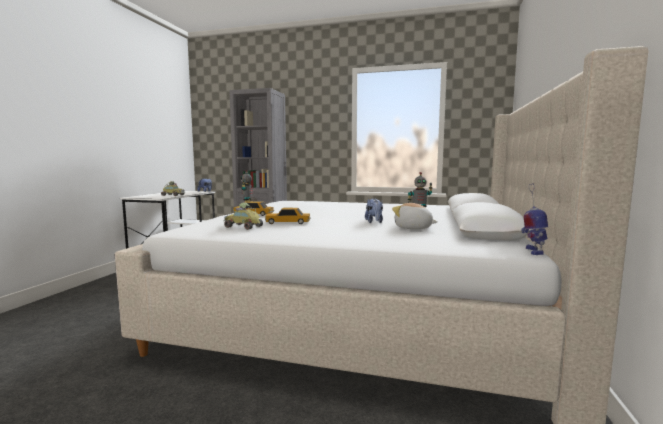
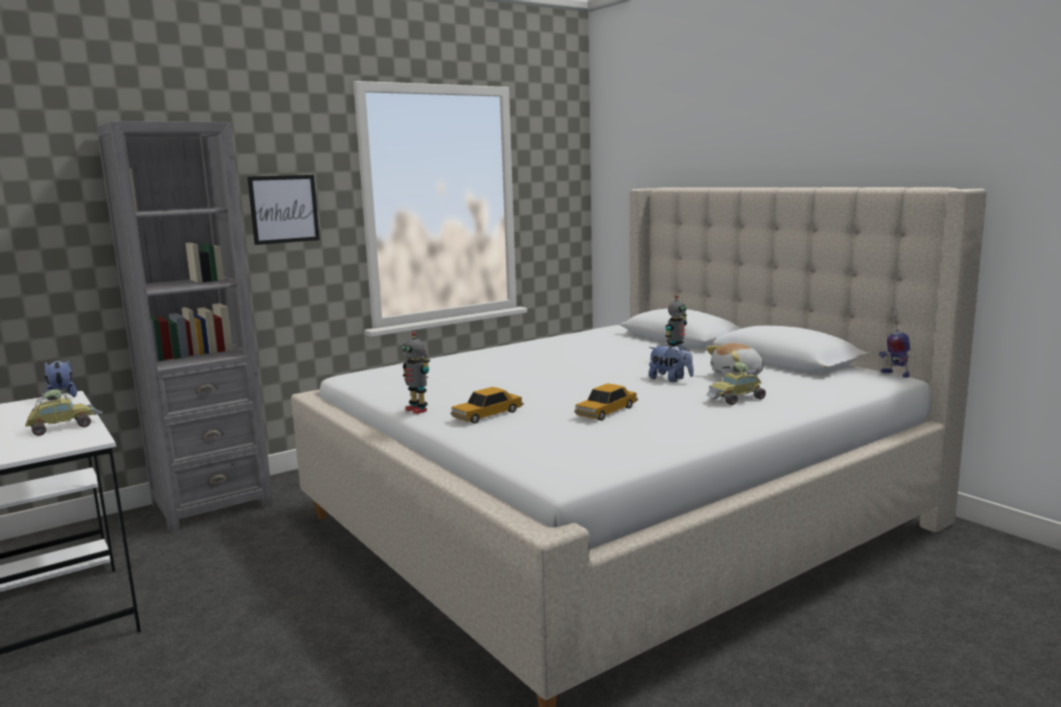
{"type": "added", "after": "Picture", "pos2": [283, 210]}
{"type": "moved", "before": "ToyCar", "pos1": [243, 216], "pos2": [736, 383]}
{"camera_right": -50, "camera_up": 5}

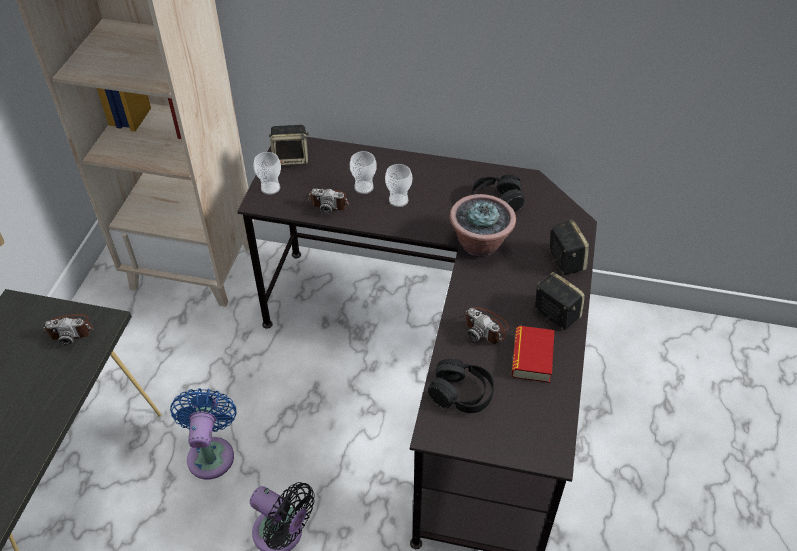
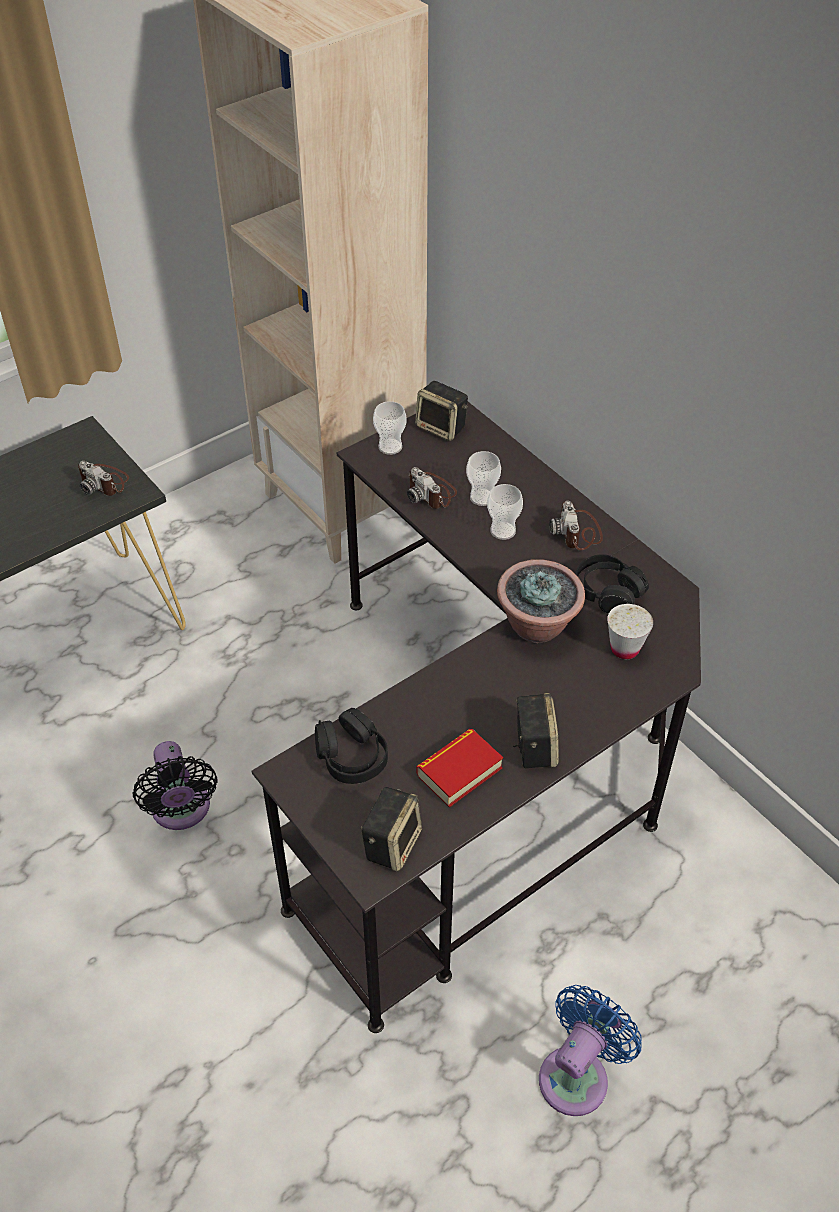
{"type": "added", "after": "WhiteCup", "pos2": [630, 631]}
{"type": "moved", "before": "BlueFan", "pos1": [203, 434], "pos2": [590, 1050]}
{"type": "moved", "before": "PhotoCamera", "pos1": [487, 325], "pos2": [576, 526]}
{"type": "moved", "before": "Speaker", "pos1": [569, 247], "pos2": [391, 829]}
{"camera_right": 40, "camera_up": 0}

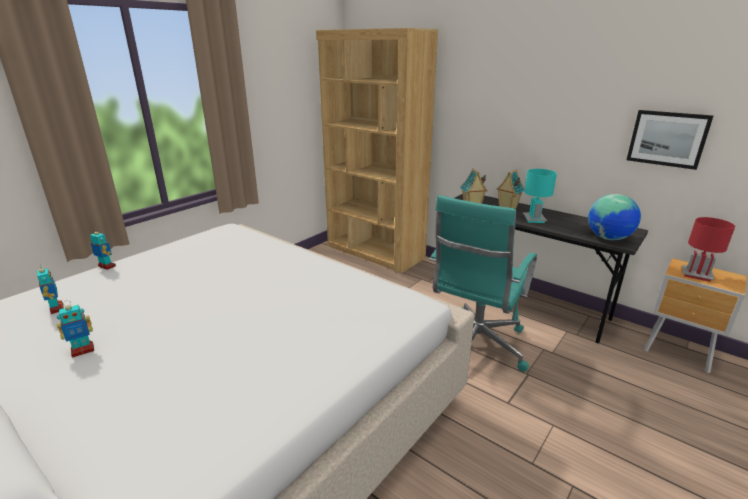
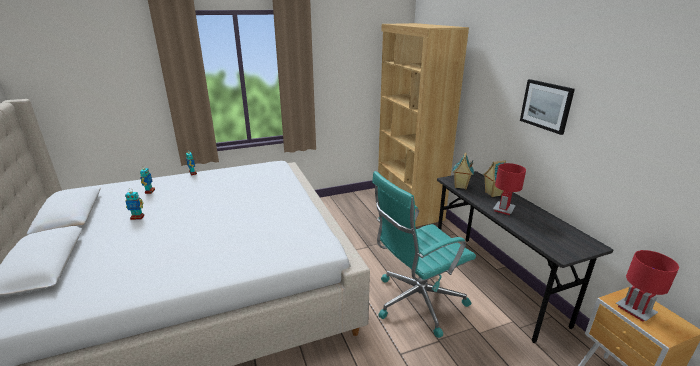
{"type": "removed", "before": "Globe", "pos1": [614, 217]}
{"type": "moved", "before": "Picture", "pos1": [670, 140], "pos2": [547, 107]}
{"type": "recoloured", "before": "TurquoiseTableLamp", "after": "RedTableLamp", "pos1": [540, 196], "pos2": [509, 189]}
{"camera_right": 30, "camera_up": 0}

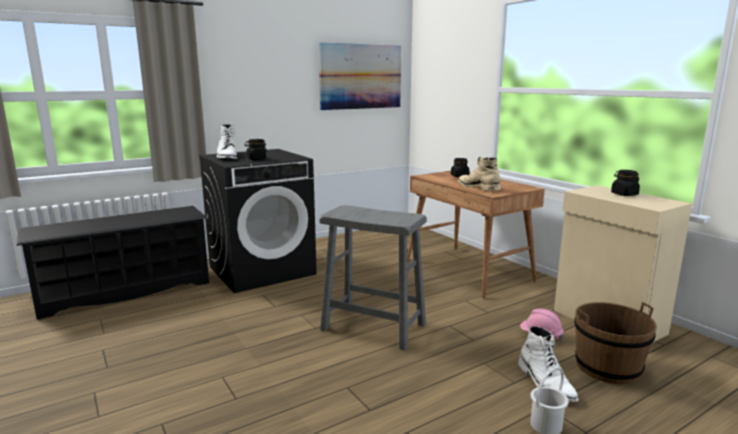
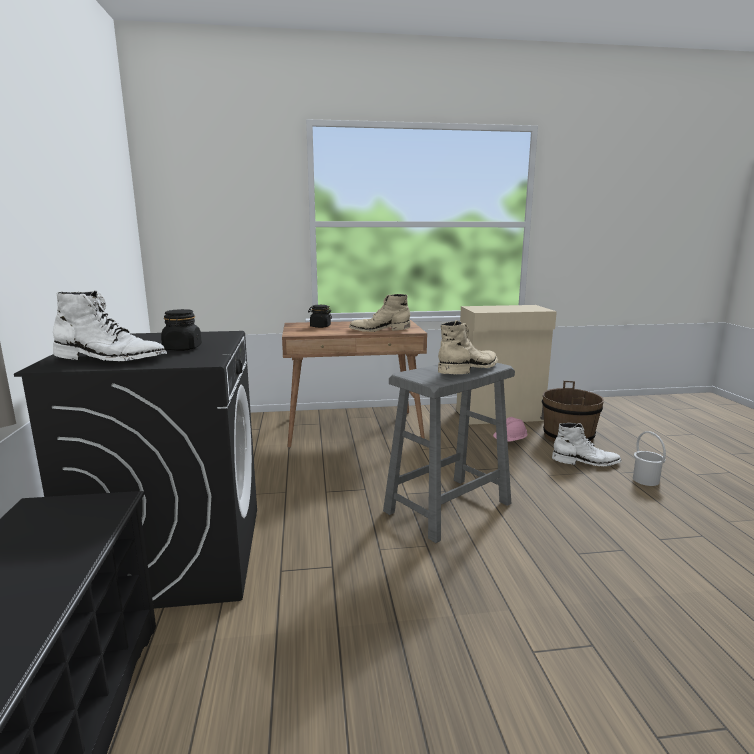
{"type": "removed", "before": "Picture", "pos1": [360, 76]}
{"type": "removed", "before": "BlackJar", "pos1": [625, 183]}
{"type": "added", "after": "BeigeBoot", "pos2": [468, 347]}
{"camera_right": -65, "camera_up": 0}

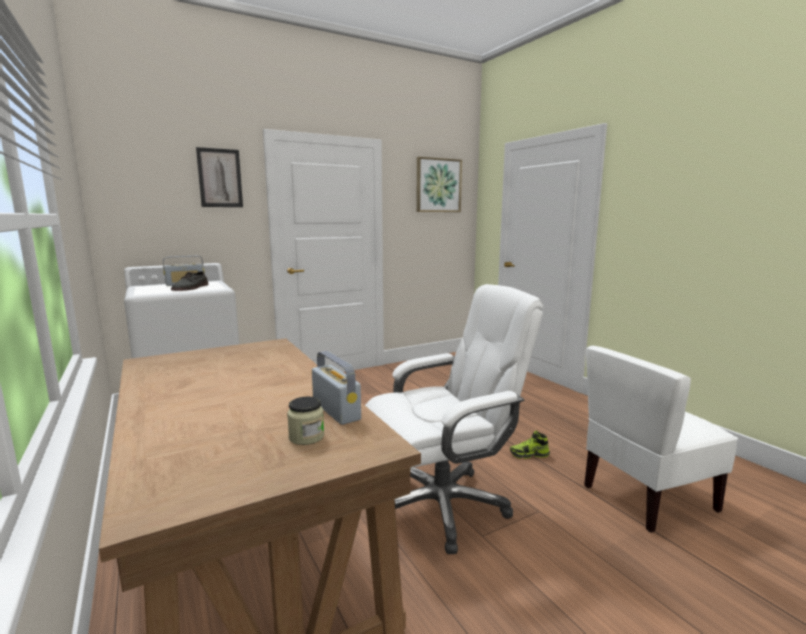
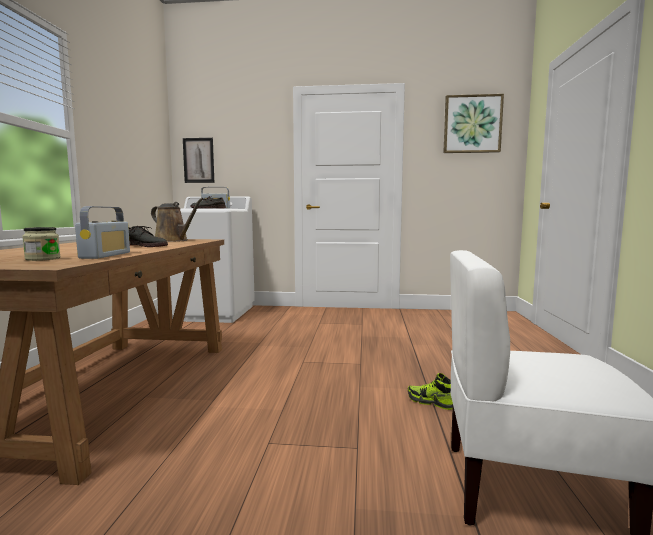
{"type": "removed", "before": "WhiteOfficeChair", "pos1": [454, 419]}
{"type": "added", "after": "GreyShoe", "pos2": [148, 236]}
{"type": "added", "after": "BrownWateringCan", "pos2": [177, 220]}
{"type": "moved", "before": "Picture", "pos1": [219, 177], "pos2": [198, 160]}
{"camera_right": 35, "camera_up": -5}

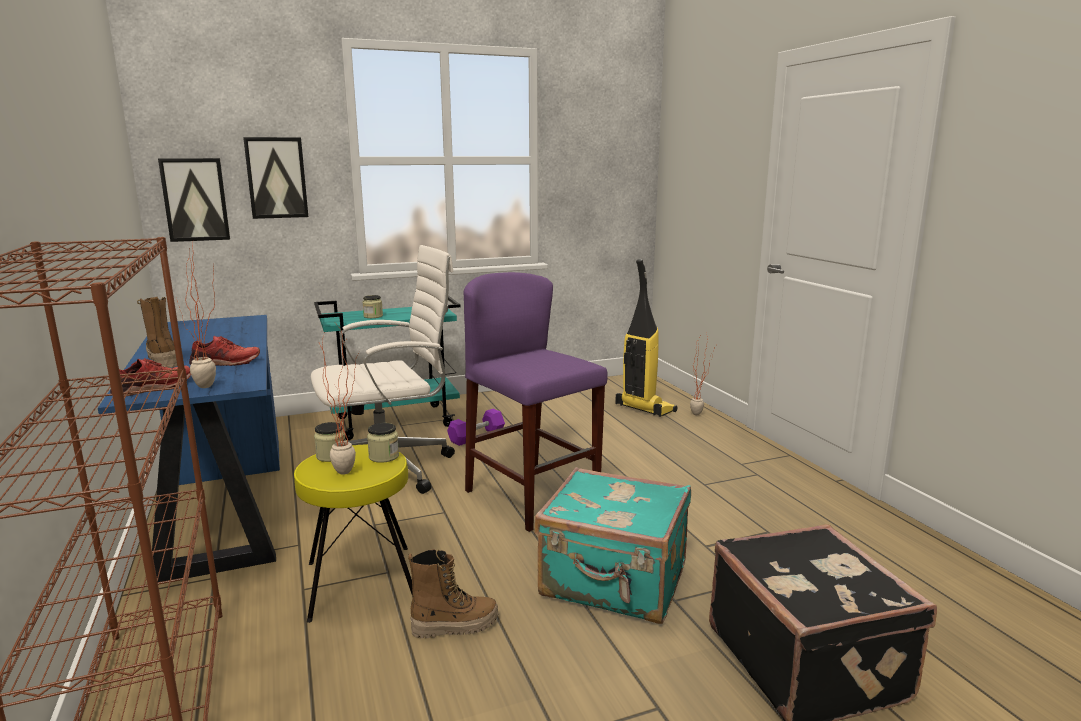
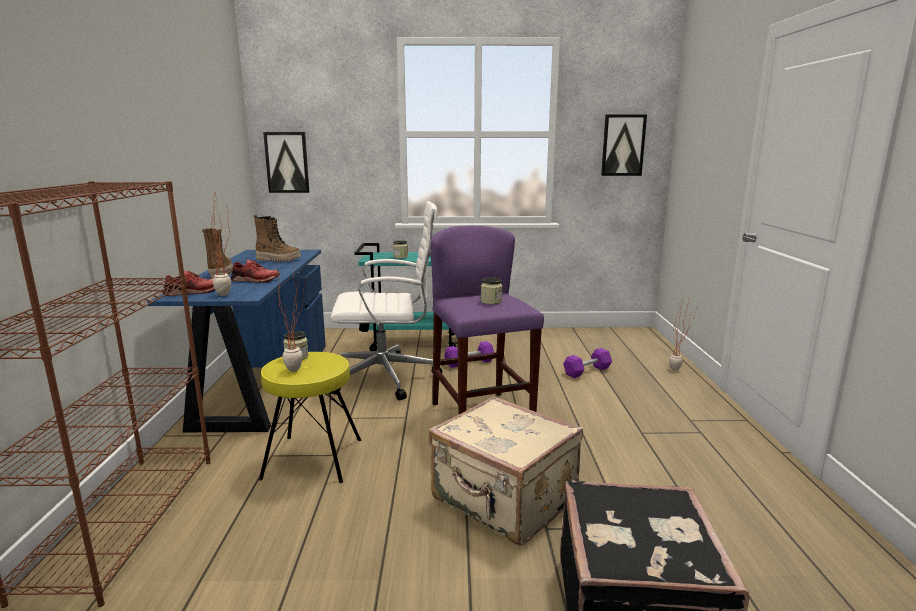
{"type": "removed", "before": "VacuumCleaner", "pos1": [646, 338]}
{"type": "added", "after": "PurpleDumbbell", "pos2": [587, 363]}
{"type": "moved", "before": "Picture", "pos1": [275, 178], "pos2": [624, 145]}
{"type": "moved", "before": "Jar", "pos1": [383, 443], "pos2": [491, 291]}
{"type": "moved", "before": "Boot", "pos1": [453, 593], "pos2": [277, 238]}
{"type": "recoloured", "before": "TurquoiseSuitcase", "after": "BeigeSuitcase", "pos1": [612, 545], "pos2": [505, 471]}
{"camera_right": 20, "camera_up": 0}

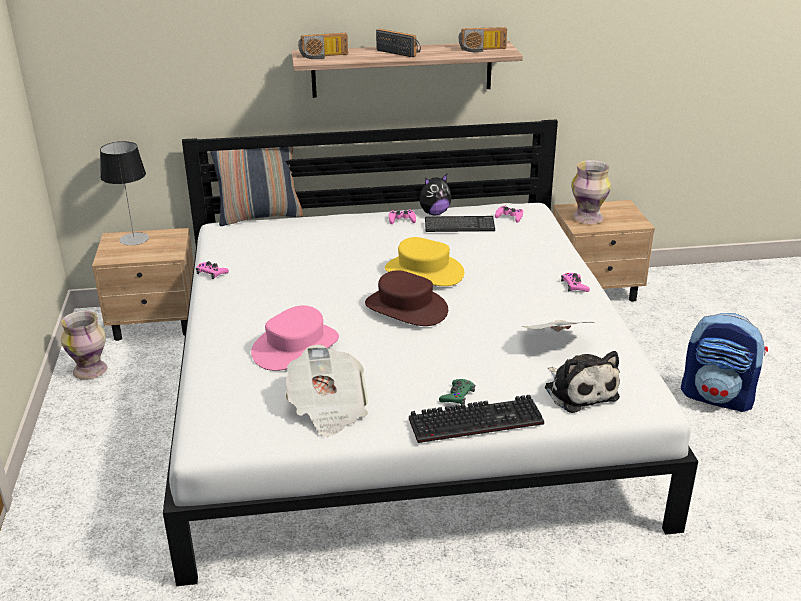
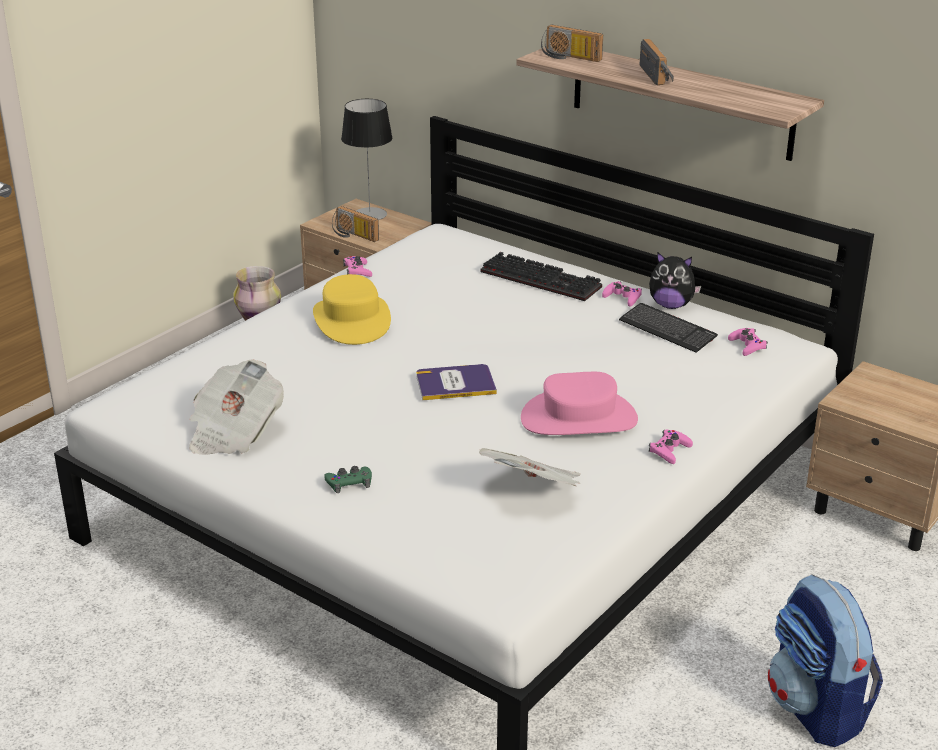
{"type": "removed", "before": "Pillow", "pos1": [256, 186]}
{"type": "removed", "before": "PlushToy", "pos1": [582, 382]}
{"type": "removed", "before": "Vase", "pos1": [591, 192]}
{"type": "moved", "before": "PinkHat", "pos1": [295, 338], "pos2": [579, 403]}
{"type": "moved", "before": "YellowHat", "pos1": [424, 261], "pos2": [352, 309]}
{"type": "moved", "before": "Keyboard", "pos1": [476, 419], "pos2": [541, 276]}
{"type": "moved", "before": "Radio", "pos1": [482, 39], "pos2": [355, 224]}
{"type": "replaced", "before": "BrownHat", "after": "Book", "pos1": [406, 298], "pos2": [456, 382]}
{"camera_right": 45, "camera_up": 0}

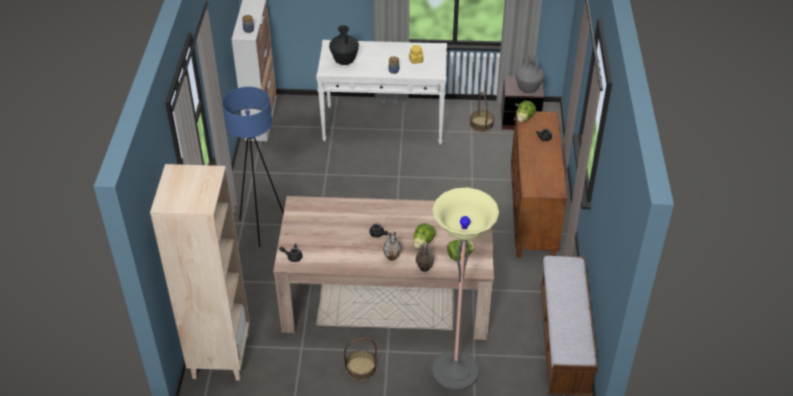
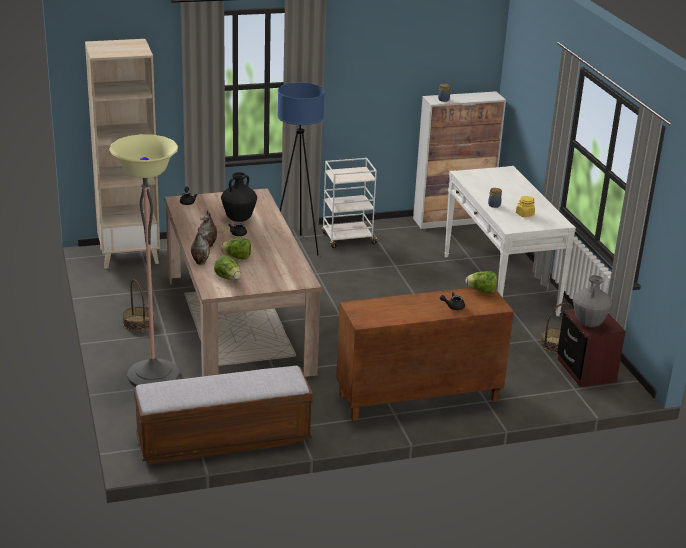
{"type": "added", "after": "WhiteCart", "pos2": [350, 203]}
{"type": "moved", "before": "BlackVase", "pos1": [344, 45], "pos2": [239, 197]}
{"camera_right": 70, "camera_up": -15}

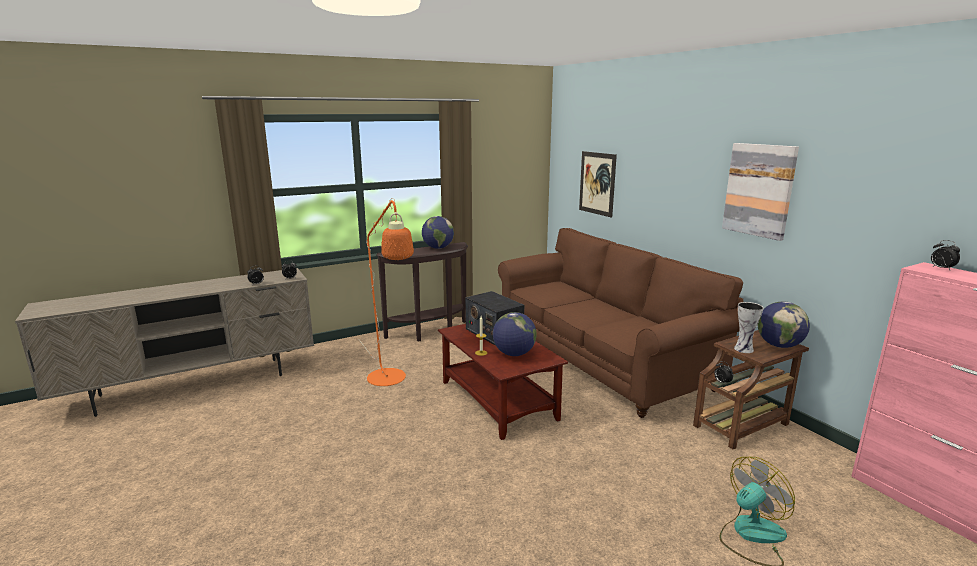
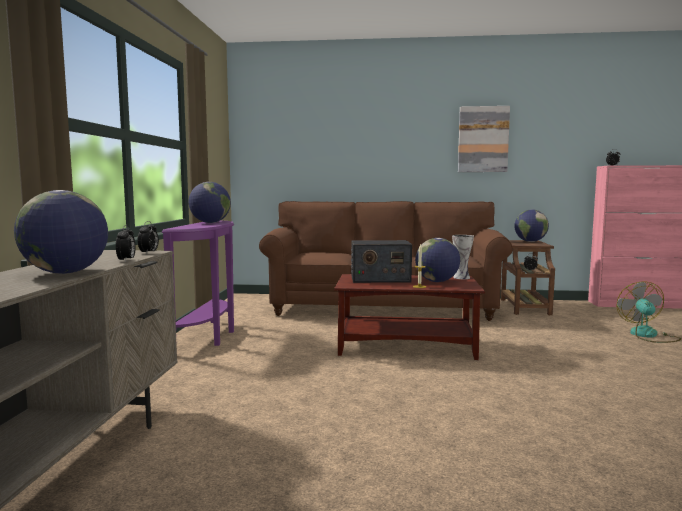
{"type": "removed", "before": "OrangeFloorLamp", "pos1": [386, 292]}
{"type": "removed", "before": "Picture", "pos1": [598, 184]}
{"type": "added", "after": "Globe", "pos2": [61, 232]}
{"type": "moved", "before": "Vase", "pos1": [749, 327], "pos2": [463, 257]}
{"type": "recoloured", "before": "BrownConsoleTable", "after": "PurpleConsoleTable", "pos1": [422, 292], "pos2": [198, 283]}
{"camera_right": -55, "camera_up": -10}

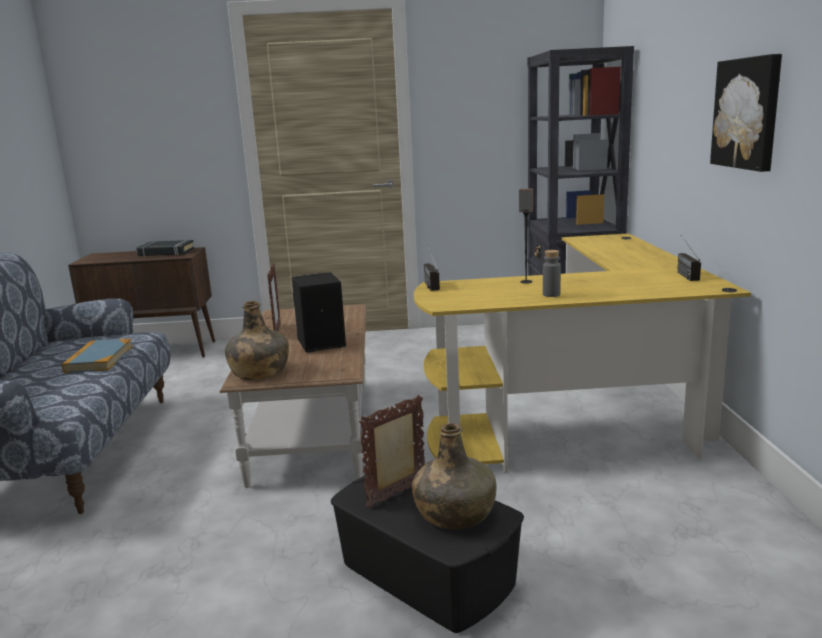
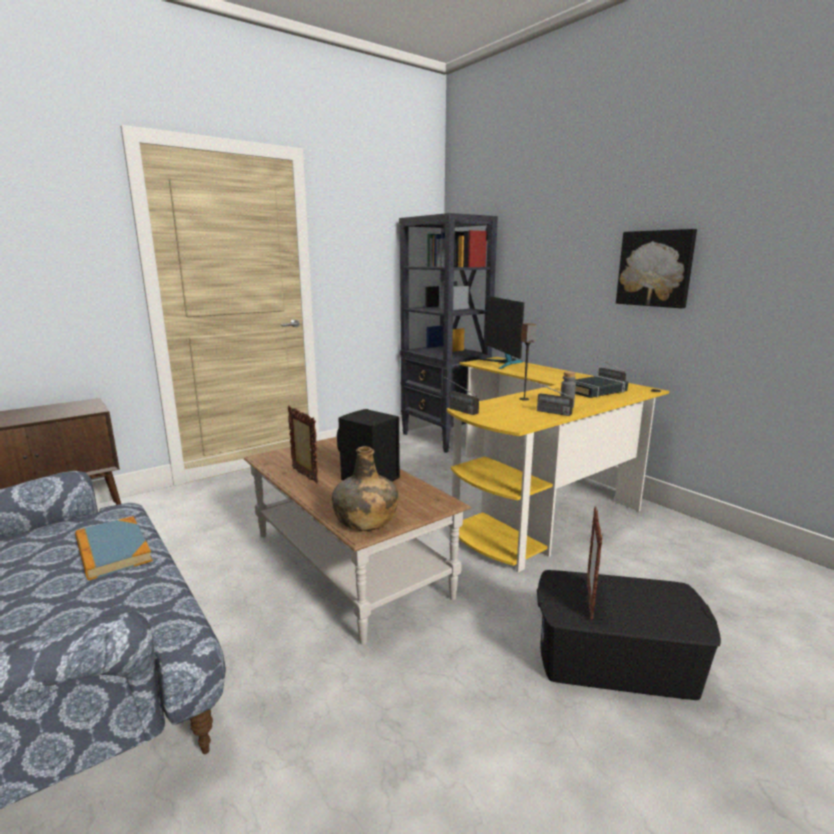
{"type": "removed", "before": "GreenBottle", "pos1": [454, 476]}
{"type": "added", "after": "Monitor", "pos2": [501, 332]}
{"type": "added", "after": "Radio", "pos2": [548, 397]}
{"type": "moved", "before": "BlackBook", "pos1": [165, 248], "pos2": [601, 386]}
{"camera_right": -35, "camera_up": 0}

